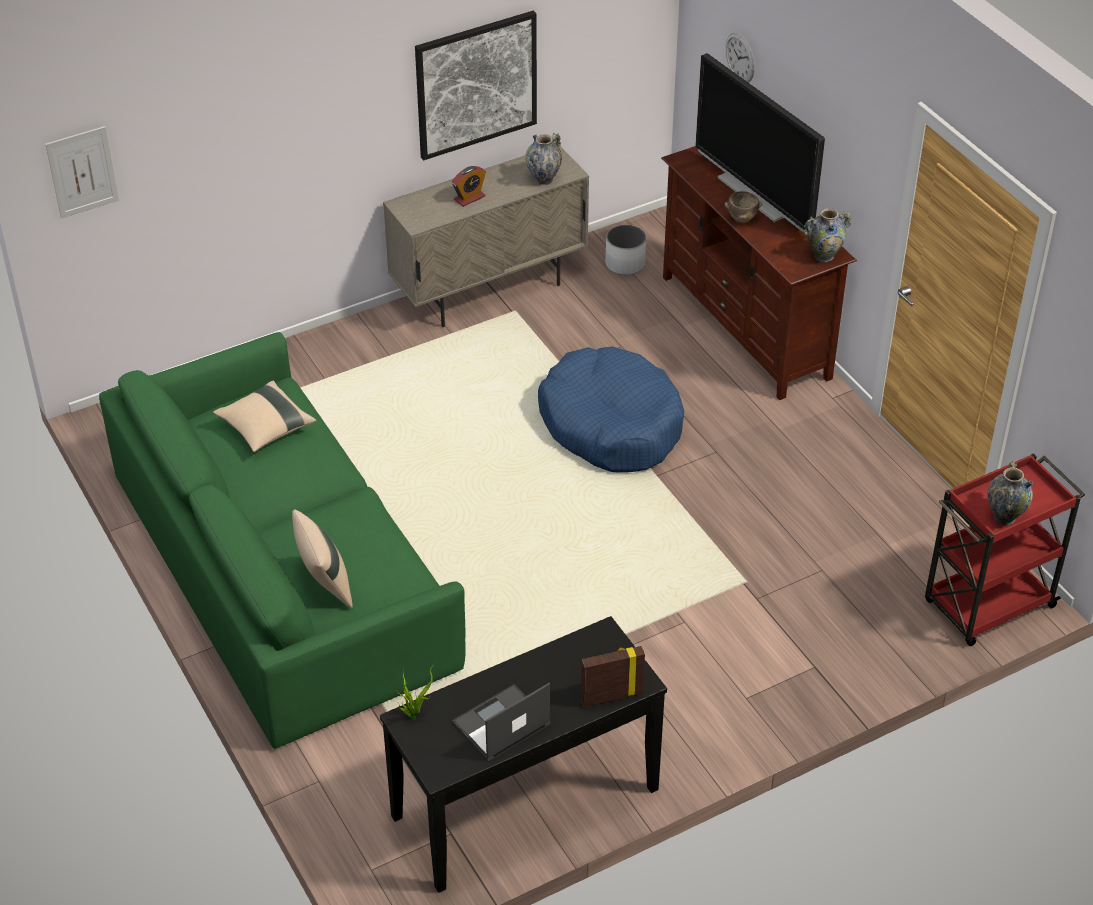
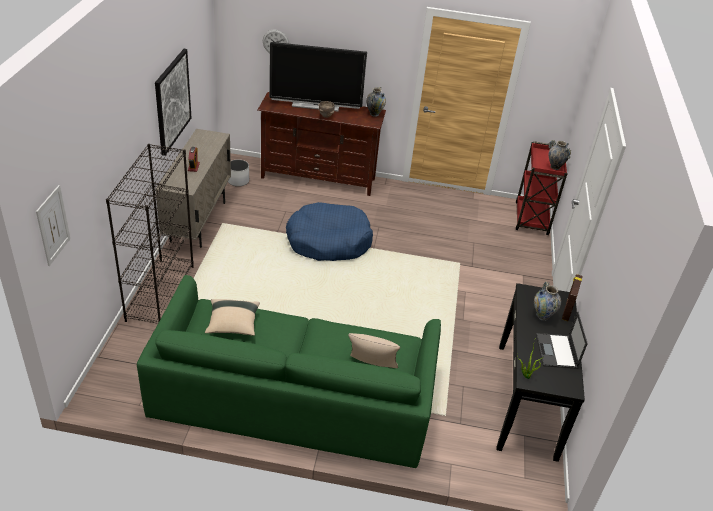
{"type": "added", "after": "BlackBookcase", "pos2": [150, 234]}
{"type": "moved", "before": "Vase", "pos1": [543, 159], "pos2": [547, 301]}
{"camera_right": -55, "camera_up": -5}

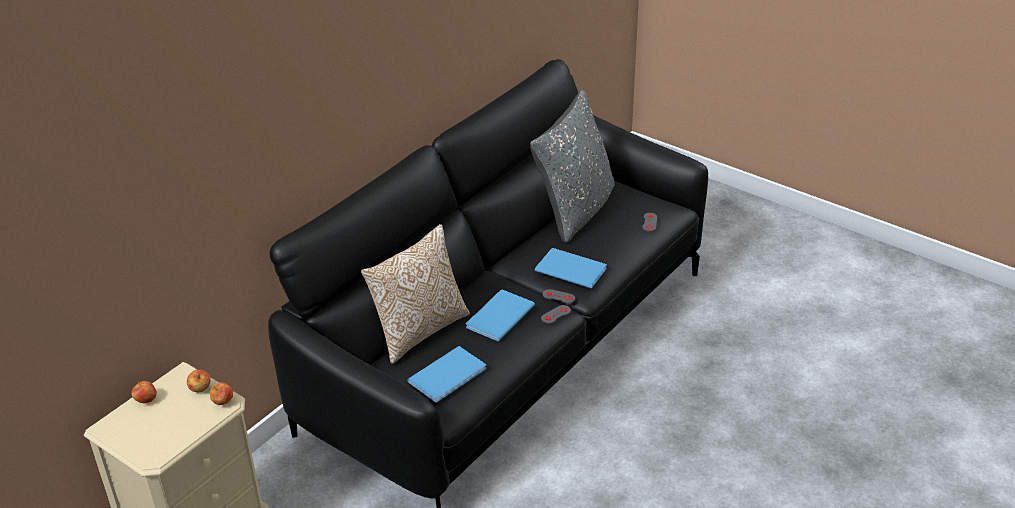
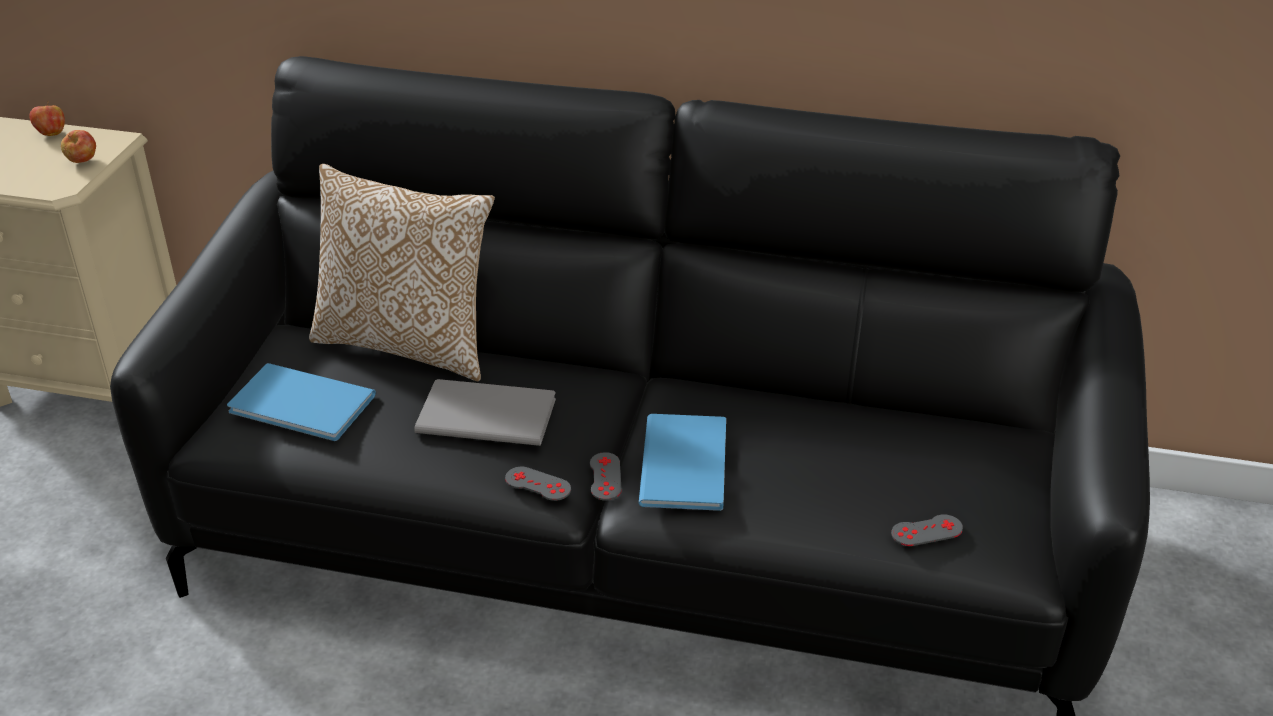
{"type": "removed", "before": "Apple", "pos1": [221, 393]}
{"type": "removed", "before": "GreyPillow", "pos1": [572, 166]}
{"type": "recoloured", "before": "BlueBook", "after": "GreyBook", "pos1": [500, 315], "pos2": [485, 412]}
{"camera_right": 65, "camera_up": 0}

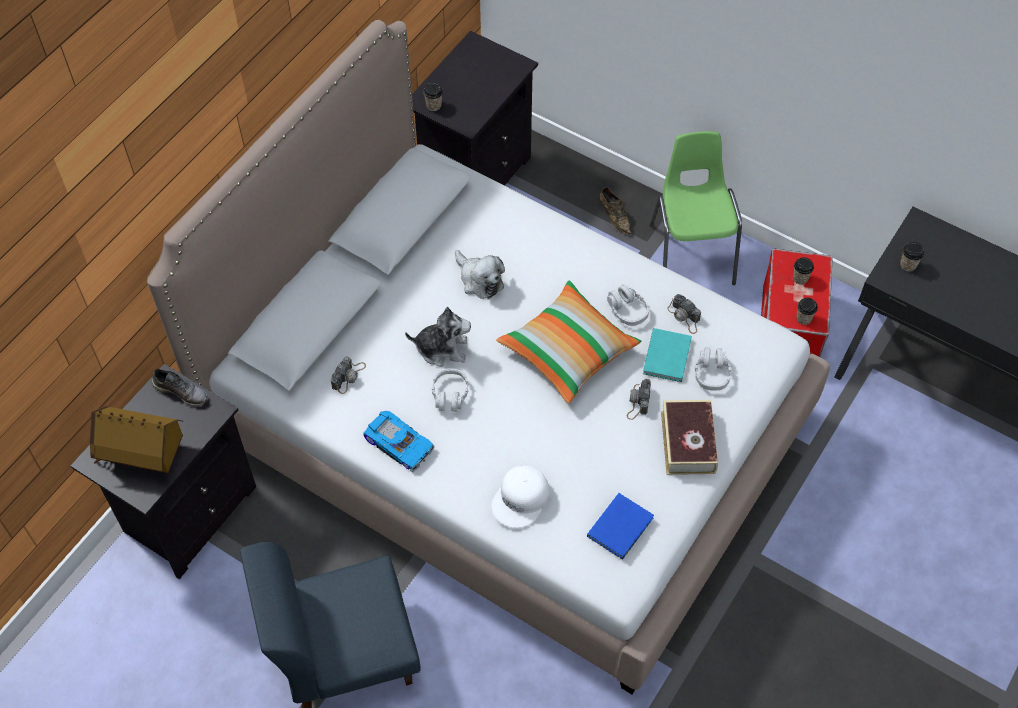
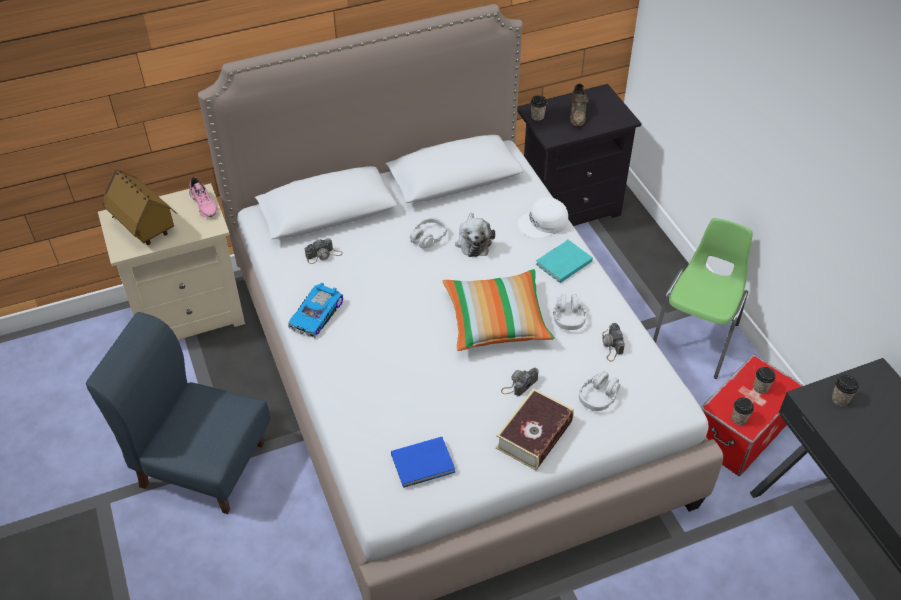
{"type": "removed", "before": "PlushToy", "pos1": [438, 337]}
{"type": "moved", "before": "GreyHeadphones", "pos1": [449, 390], "pos2": [428, 233]}
{"type": "moved", "before": "WhiteCap", "pos1": [520, 496], "pos2": [542, 217]}
{"type": "moved", "before": "BrownShoe", "pos1": [615, 210], "pos2": [579, 105]}
{"type": "moved", "before": "TurquoiseBook", "pos1": [667, 355], "pos2": [564, 261]}
{"type": "recoloured", "before": "BlackNightstand", "after": "BeigeNightstand", "pos1": [163, 471], "pos2": [171, 261]}
{"type": "recoloured", "before": "GreyShoe", "after": "PinkShoe", "pos1": [179, 387], "pos2": [203, 197]}
{"type": "turned", "before": "ToyCar", "pos1": [398, 441], "pos2": [315, 310], "turn": 45}
{"camera_right": 35, "camera_up": -10}

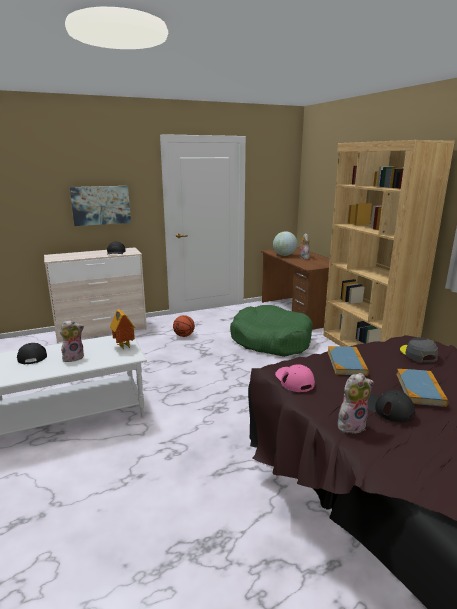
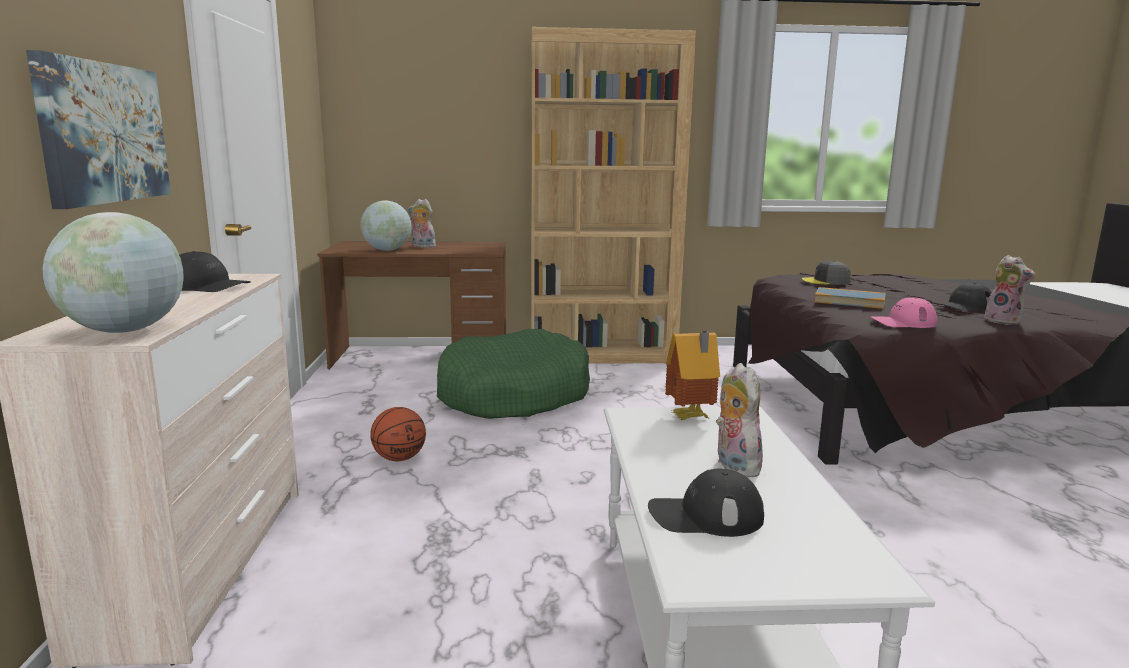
{"type": "removed", "before": "Book", "pos1": [422, 388]}
{"type": "added", "after": "Globe", "pos2": [113, 272]}
{"type": "turned", "before": "PlushToy", "pos1": [356, 403], "pos2": [1010, 290], "turn": 150}
{"camera_right": -70, "camera_up": -5}

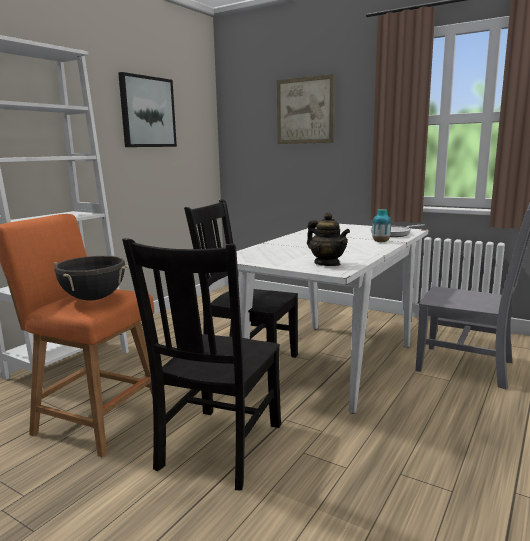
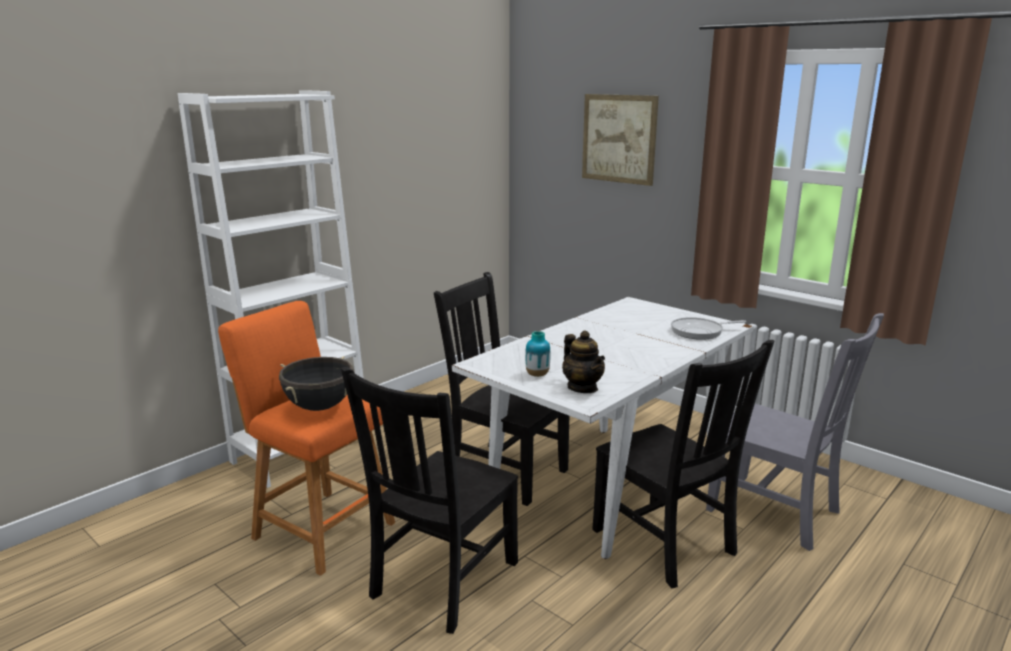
{"type": "removed", "before": "Picture", "pos1": [147, 109]}
{"type": "added", "after": "BlackChair", "pos2": [683, 464]}
{"type": "moved", "before": "Vase", "pos1": [381, 225], "pos2": [537, 354]}
{"camera_right": 10, "camera_up": 5}

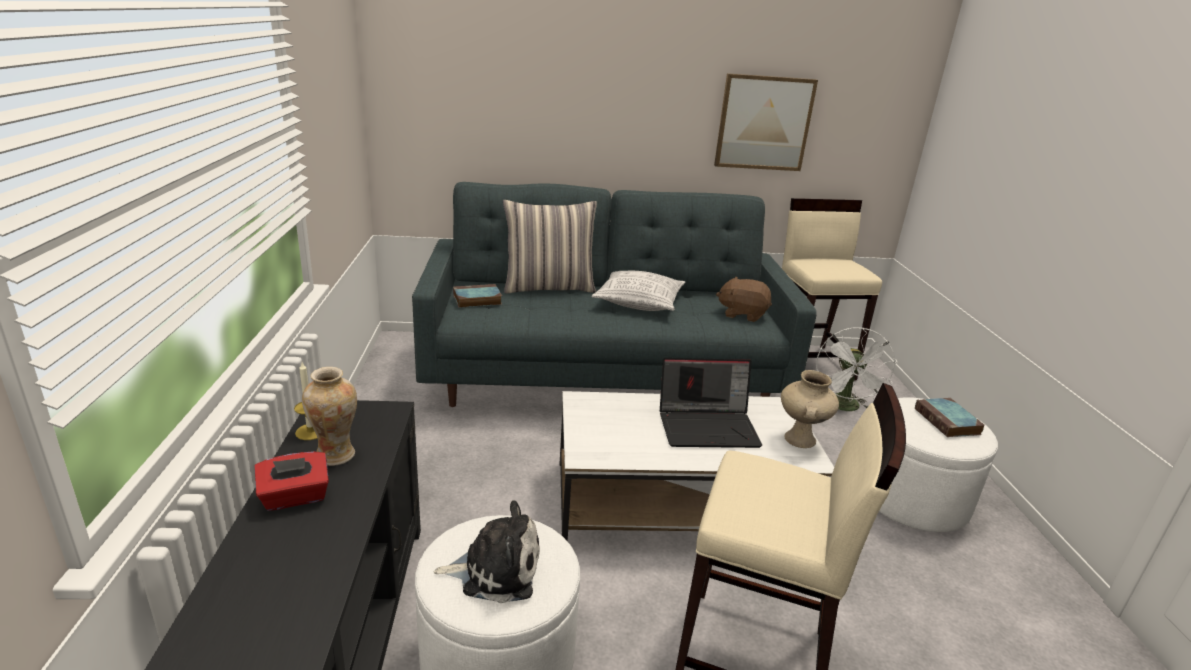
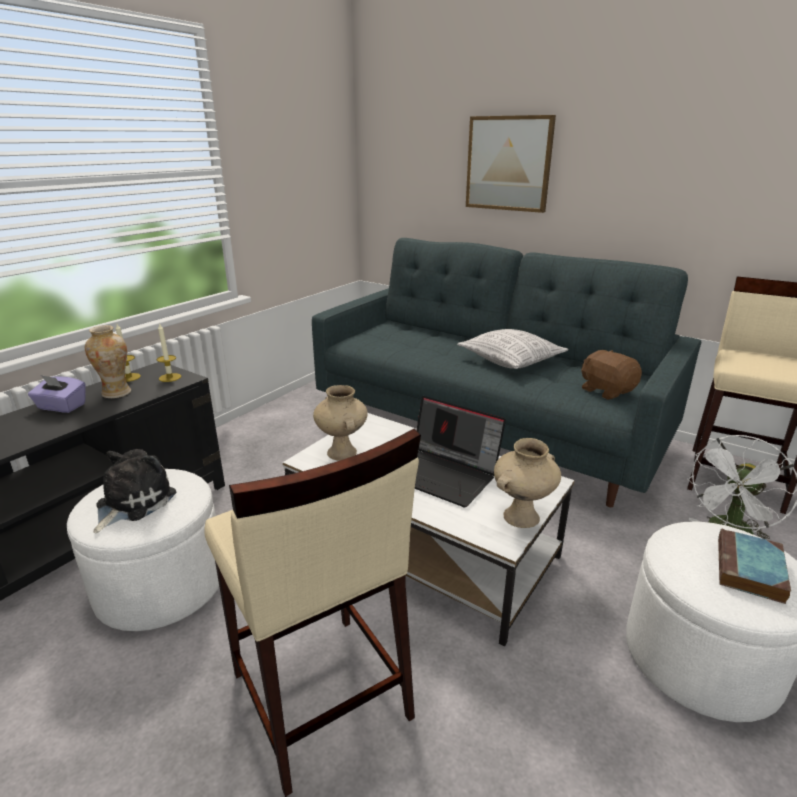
{"type": "removed", "before": "Book", "pos1": [477, 296]}
{"type": "removed", "before": "Pillow", "pos1": [550, 247]}
{"type": "added", "after": "Candle", "pos2": [169, 353]}
{"type": "added", "after": "BeigeVase", "pos2": [340, 423]}
{"type": "moved", "before": "Picture", "pos1": [766, 122], "pos2": [511, 164]}
{"type": "recoloured", "before": "RedTissueBox", "after": "PurpleTissueBox", "pos1": [292, 481], "pos2": [57, 394]}
{"type": "turned", "before": "PlushToy", "pos1": [486, 551], "pos2": [134, 491], "turn": -105}
{"camera_right": 40, "camera_up": 0}

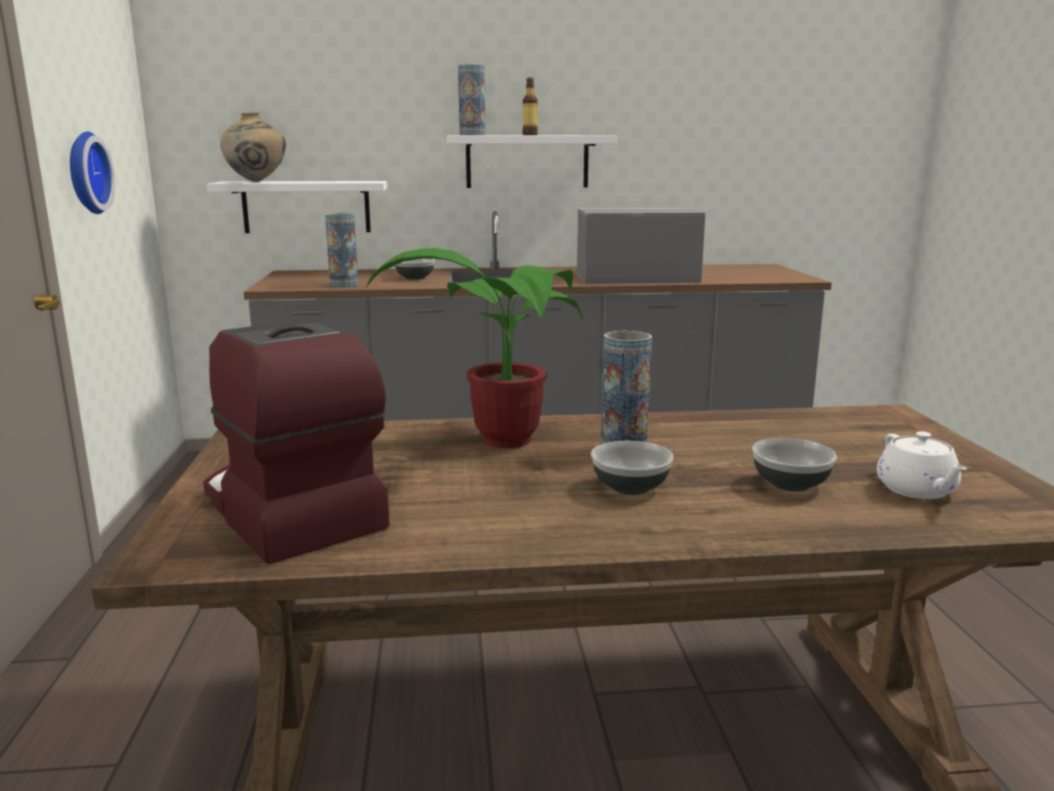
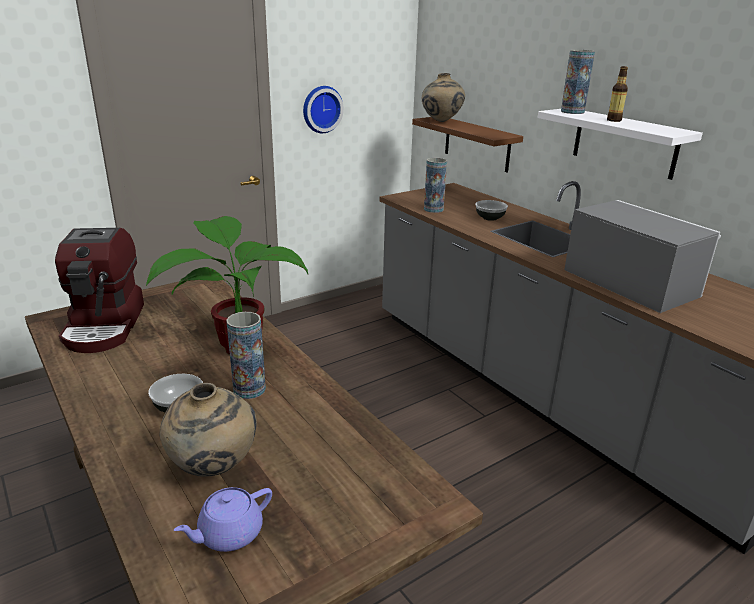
{"type": "replaced", "before": "Bowl", "after": "BeigeVase", "pos1": [794, 465], "pos2": [208, 430]}
{"type": "recoloured", "before": "WhiteShelf", "after": "BrownShelf", "pos1": [297, 207], "pos2": [467, 144]}
{"type": "recoloured", "before": "WhiteTeapot", "after": "PurpleTeapot", "pos1": [921, 465], "pos2": [223, 519]}
{"type": "turned", "before": "CoffeeMachine", "pos1": [296, 441], "pos2": [99, 290], "turn": 150}
{"camera_right": 60, "camera_up": 10}

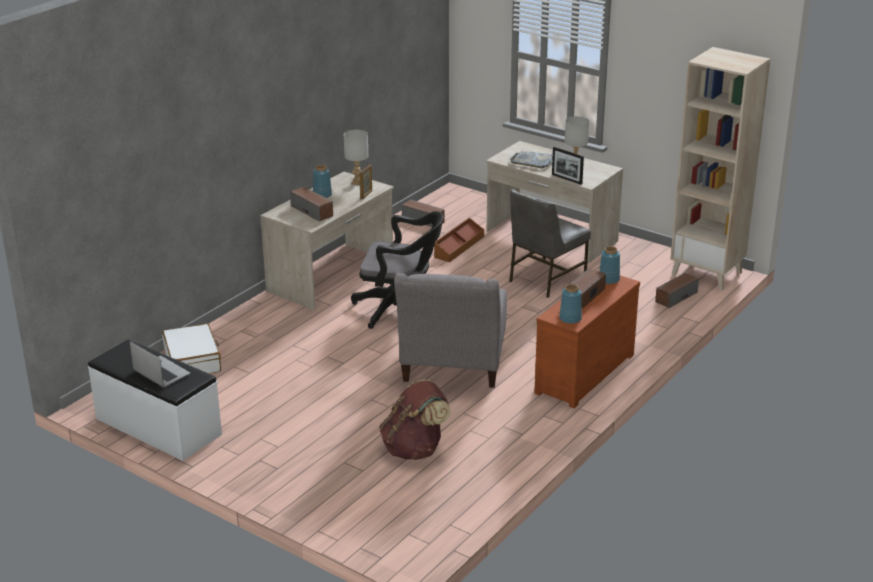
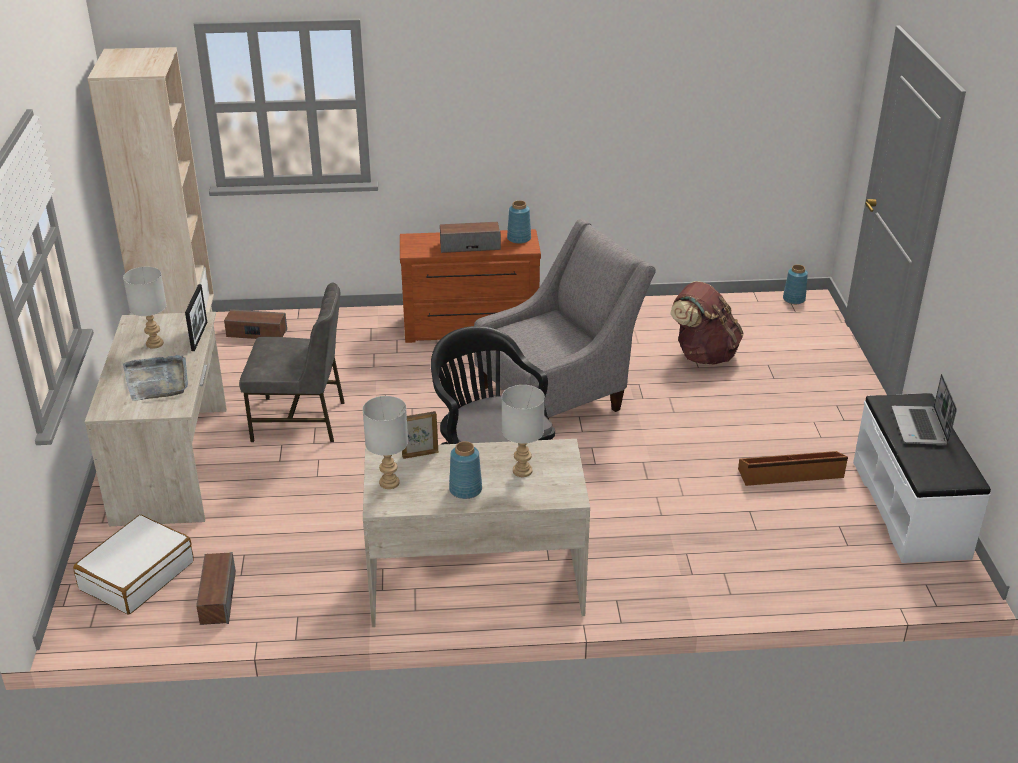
{"type": "moved", "before": "WhiteSuitcase", "pos1": [191, 348], "pos2": [133, 564]}
{"type": "moved", "before": "BrownStorageBox", "pos1": [459, 239], "pos2": [793, 468]}
{"type": "moved", "before": "BlueVase", "pos1": [609, 265], "pos2": [795, 284]}
{"type": "replaced", "before": "Speaker", "after": "GreyTableLamp", "pos1": [311, 204], "pos2": [523, 431]}
{"camera_right": -130, "camera_up": 5}

